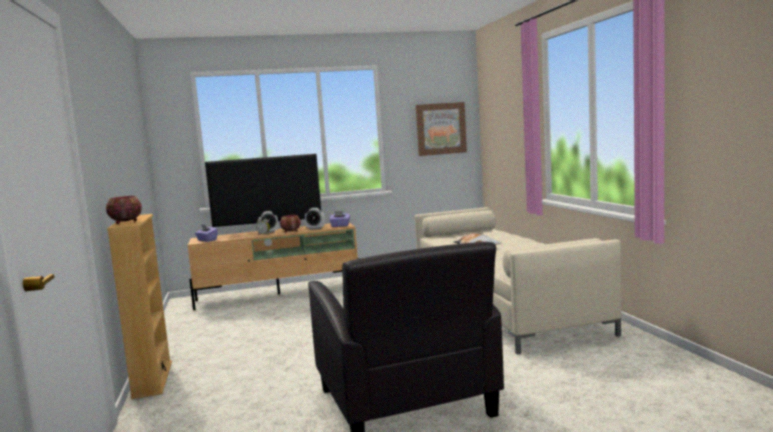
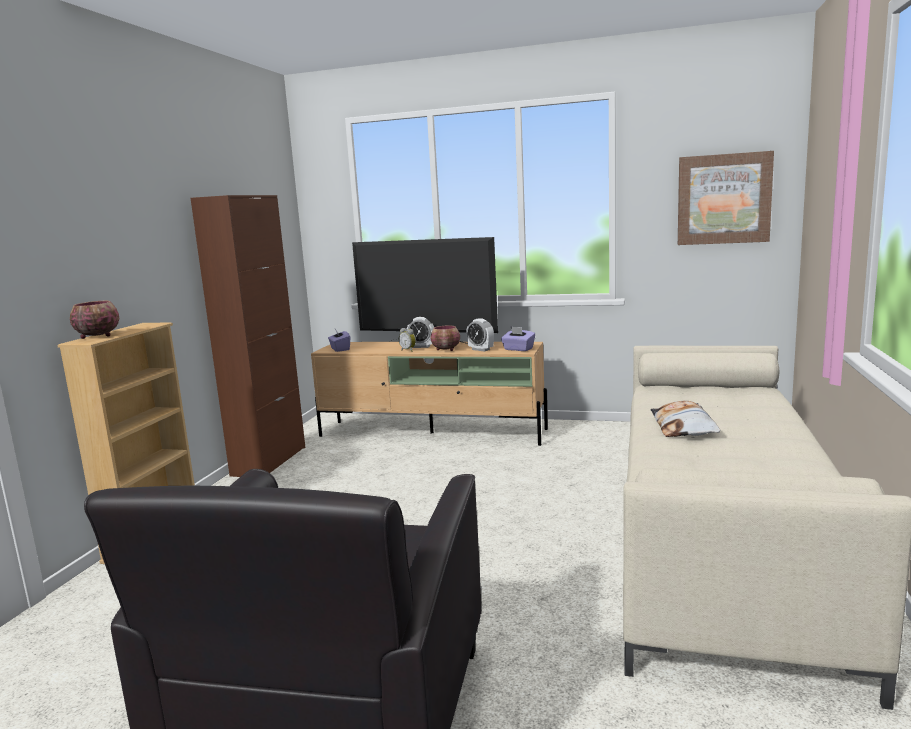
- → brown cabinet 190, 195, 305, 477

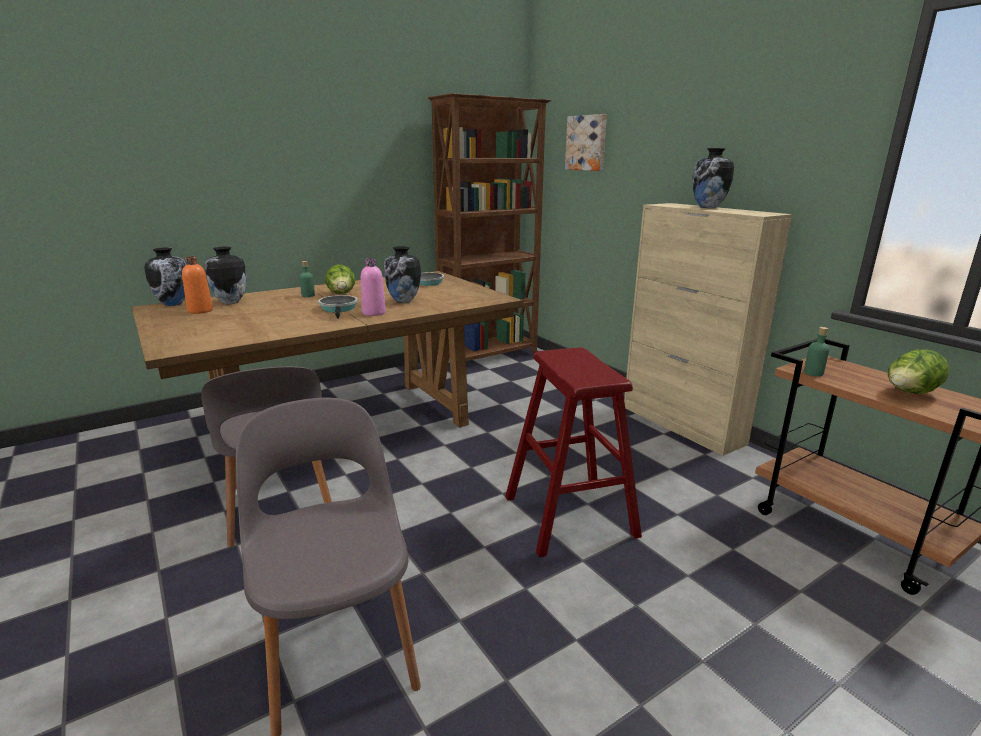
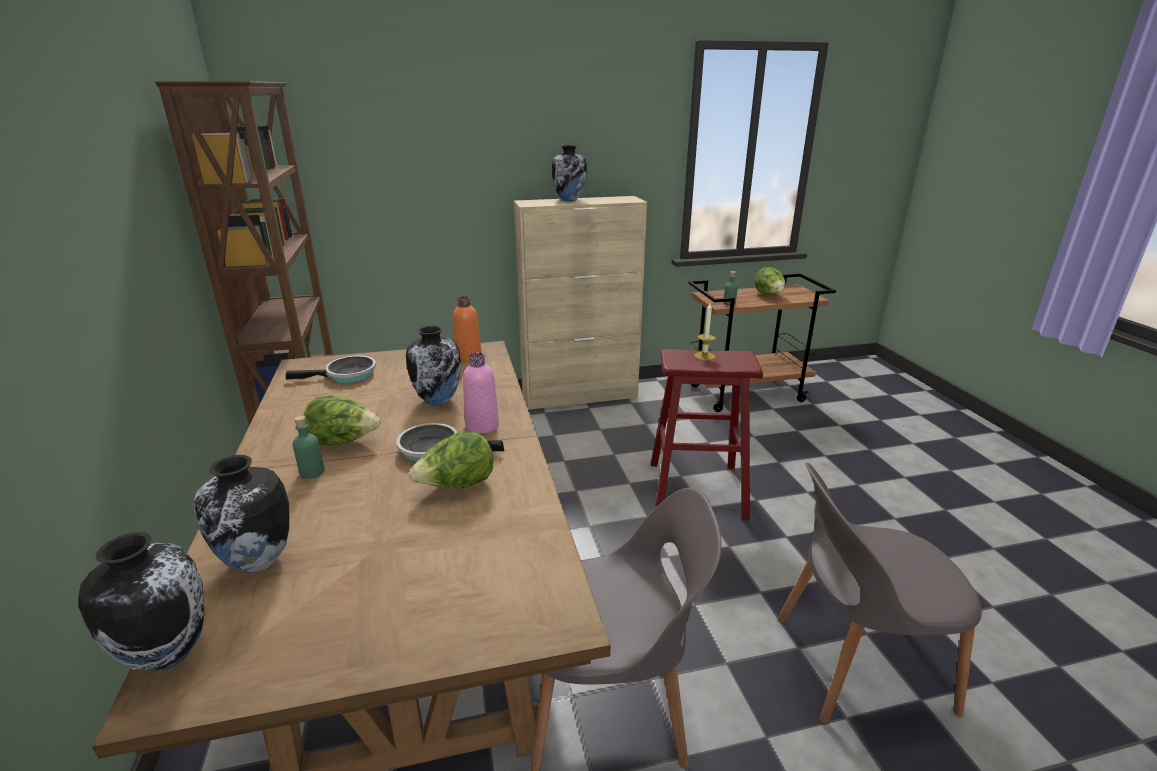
picture 565, 114, 607, 171 → -
- → lettuce 409, 431, 493, 488
- → candle 694, 303, 716, 361
orange bottle 182, 256, 213, 314 → orange bottle 453, 296, 482, 362, shifted

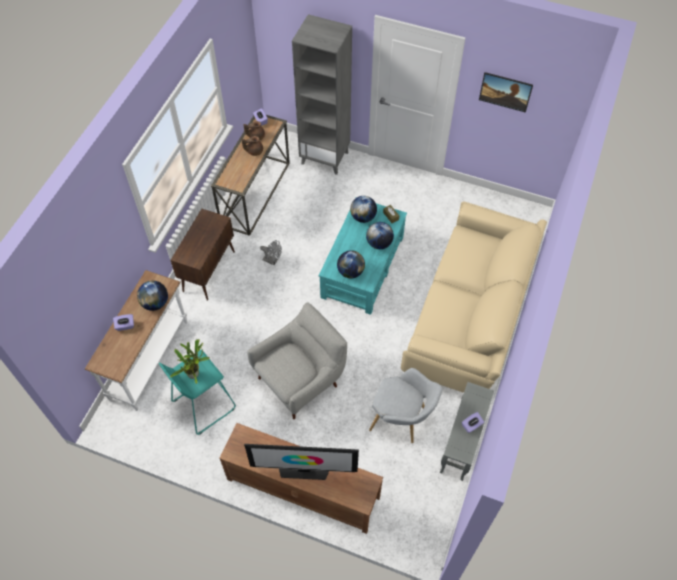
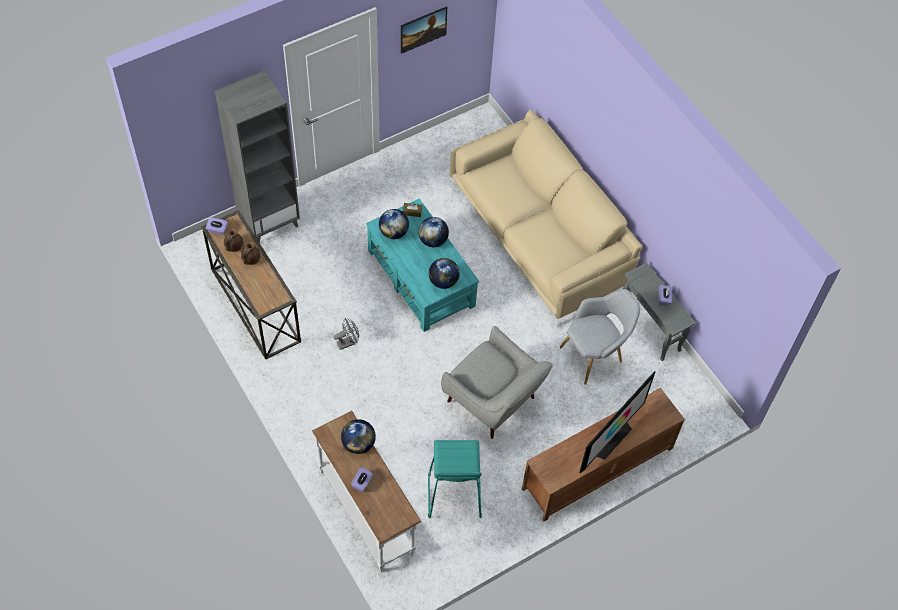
brown cabinet 170, 209, 235, 301 → -
potted plant 170, 339, 210, 384 → -
grey armchair 247, 302, 347, 419 → grey armchair 441, 326, 553, 439, 135 degrees clockwise

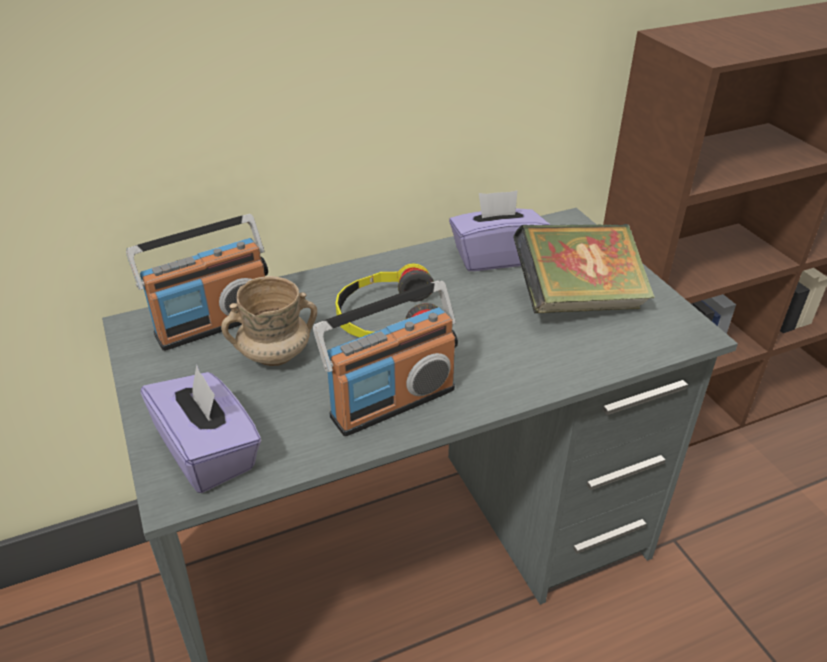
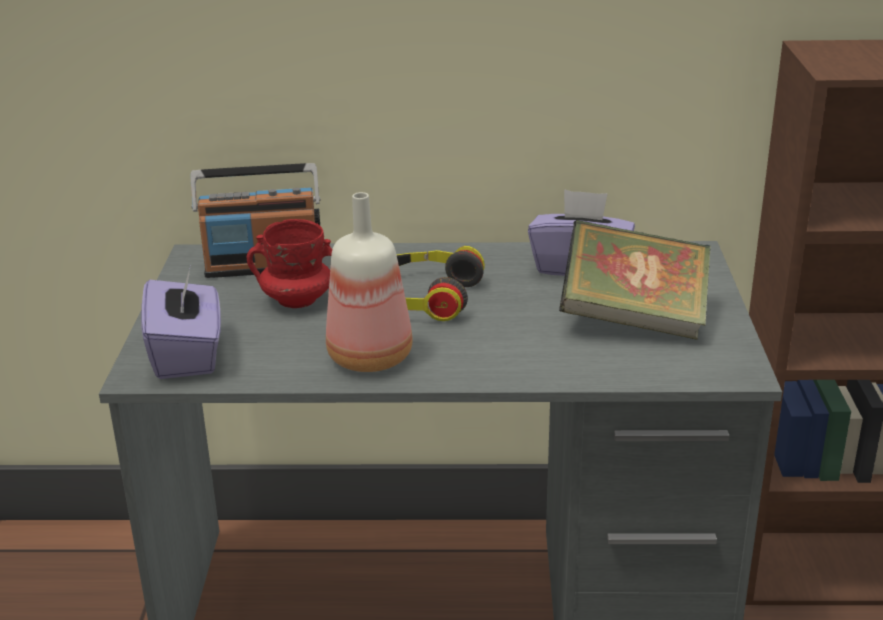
radio 313, 281, 458, 437 → bottle 326, 192, 413, 372
beige mug 221, 276, 317, 366 → red mug 246, 219, 332, 308

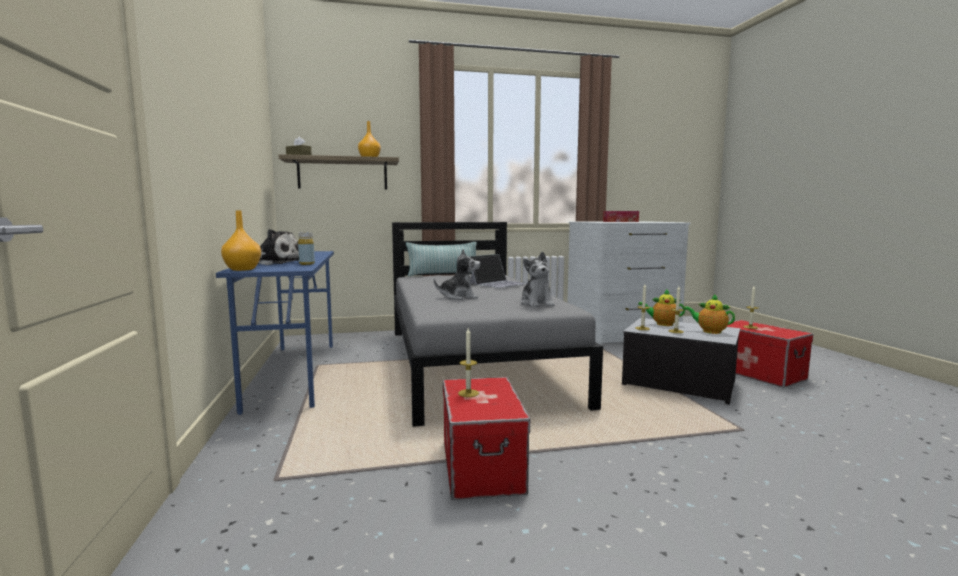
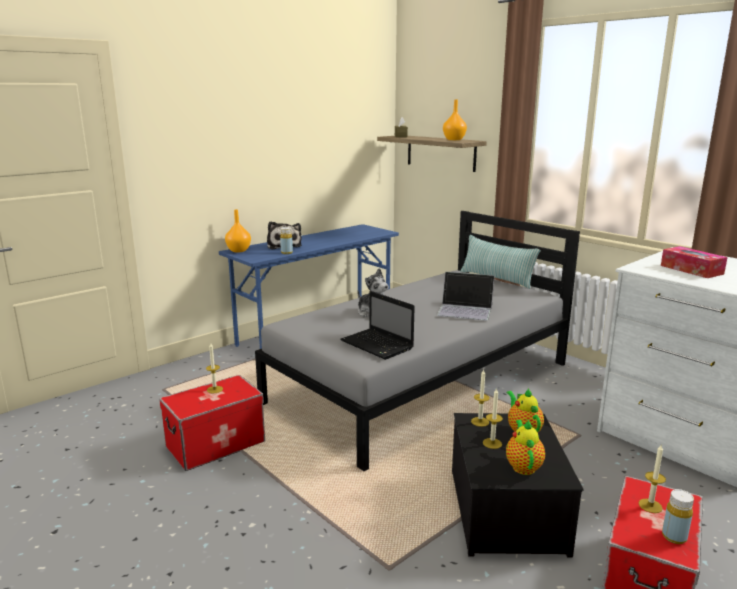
- → yellow bottle 662, 489, 694, 544
plush toy 520, 252, 555, 307 → laptop 340, 291, 415, 360

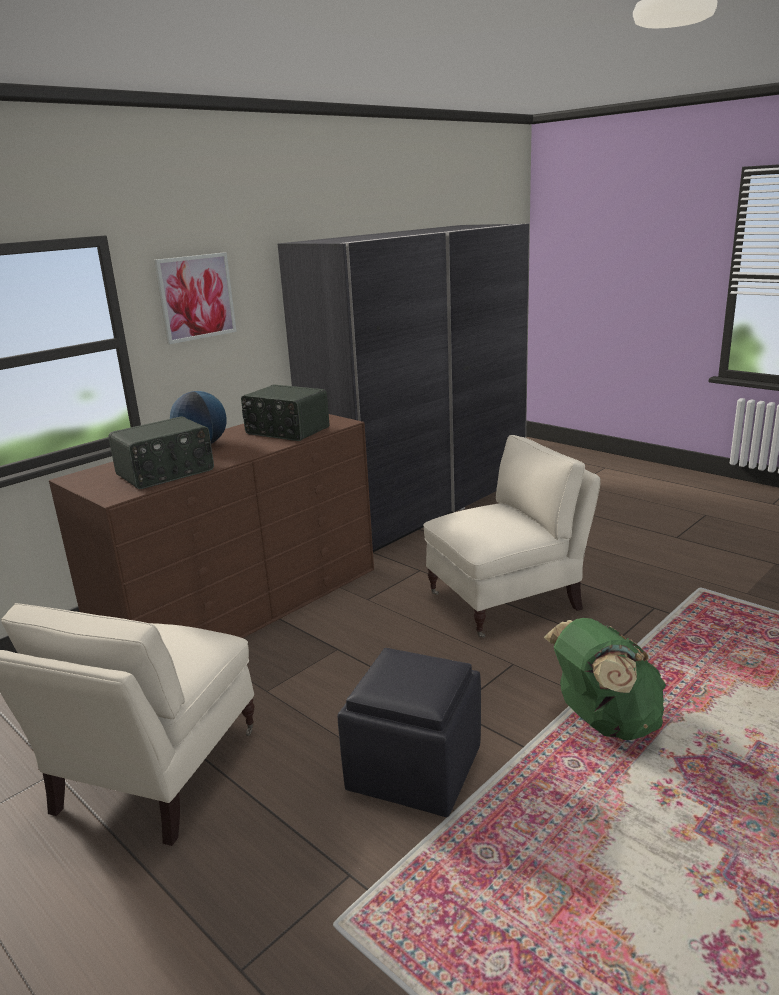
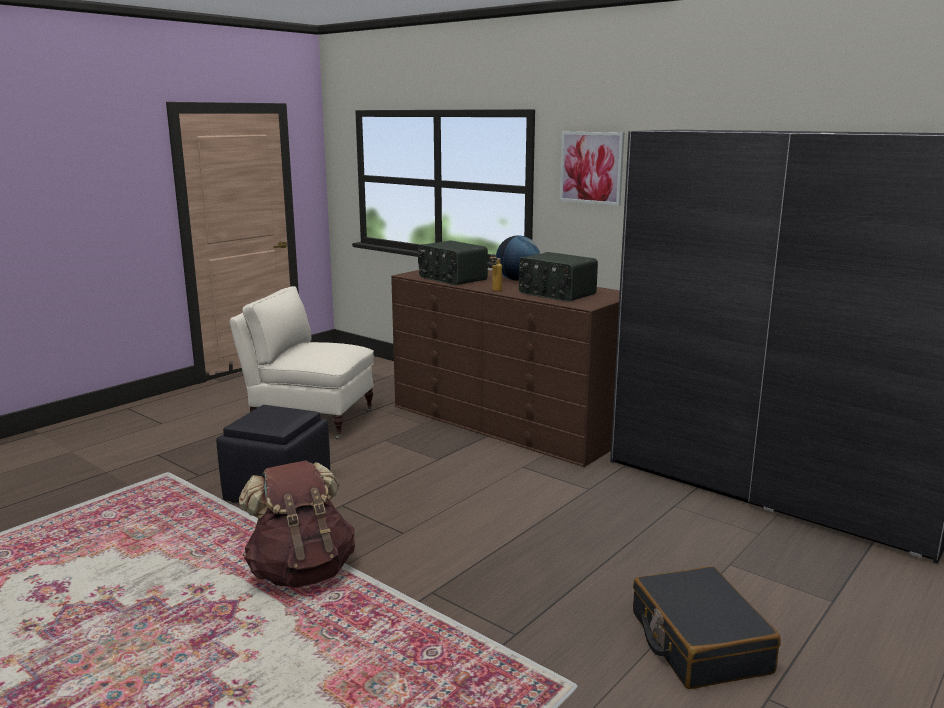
beige armchair 423, 435, 601, 638 → -
- → bottle 490, 253, 502, 292
- → black suitcase 633, 566, 780, 689
green backpack 544, 618, 666, 740 → brown backpack 239, 460, 355, 588
radio 241, 385, 329, 441 → radio 519, 252, 598, 302, 75 degrees counterclockwise

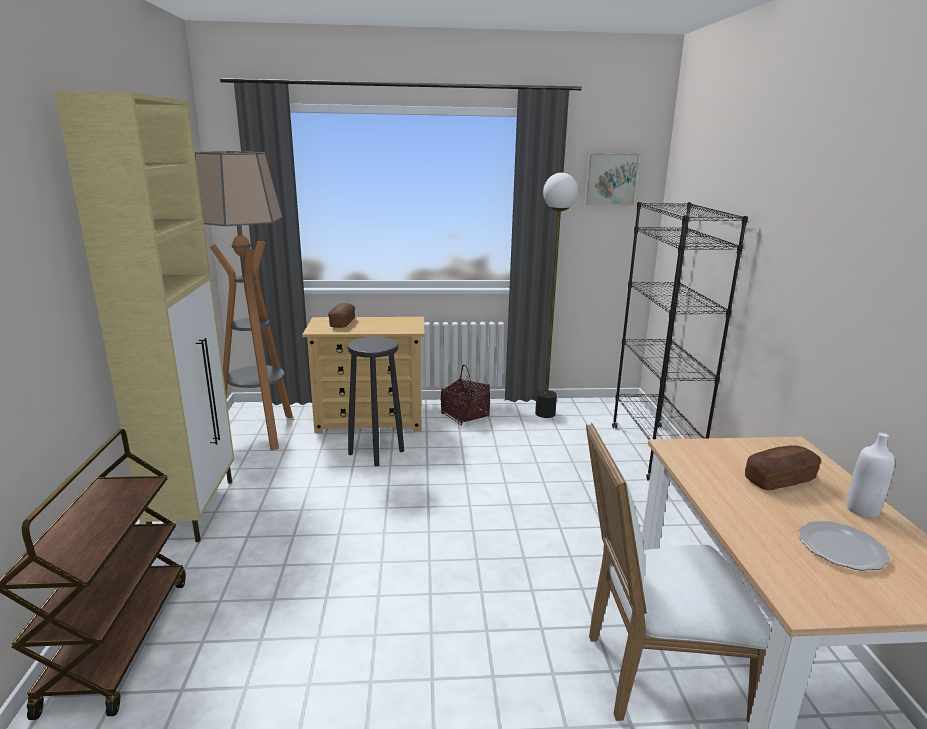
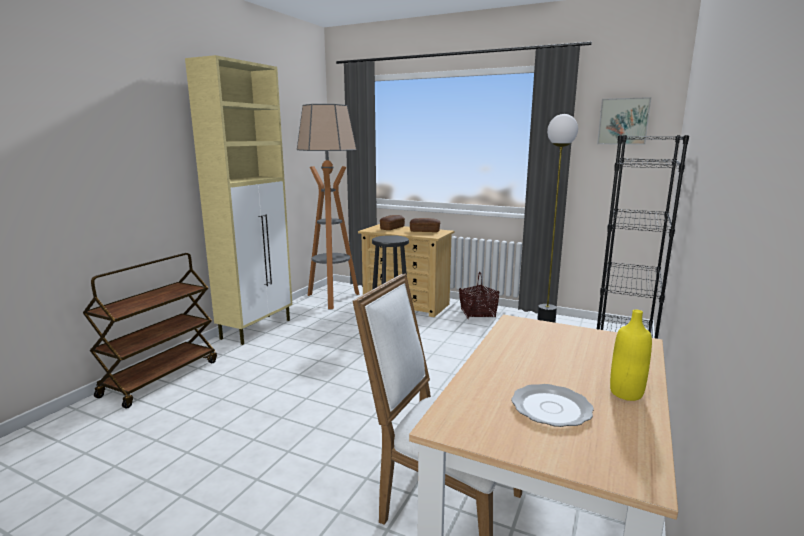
bread 745, 445, 821, 490 → bread 410, 218, 440, 232, shifted
white bottle 847, 433, 895, 518 → yellow bottle 610, 310, 652, 401

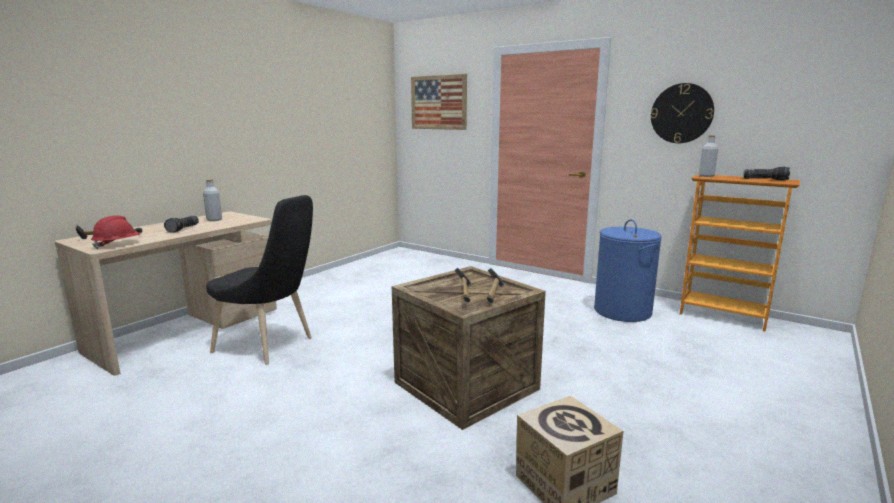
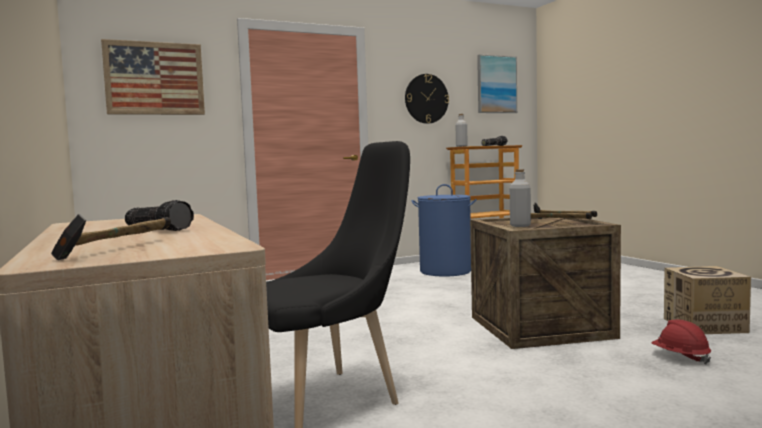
- → picture 477, 54, 517, 113
red hard hat 91, 216, 141, 249 → red hard hat 651, 320, 711, 365, shifted
grey bottle 203, 179, 222, 221 → grey bottle 510, 169, 531, 227, shifted

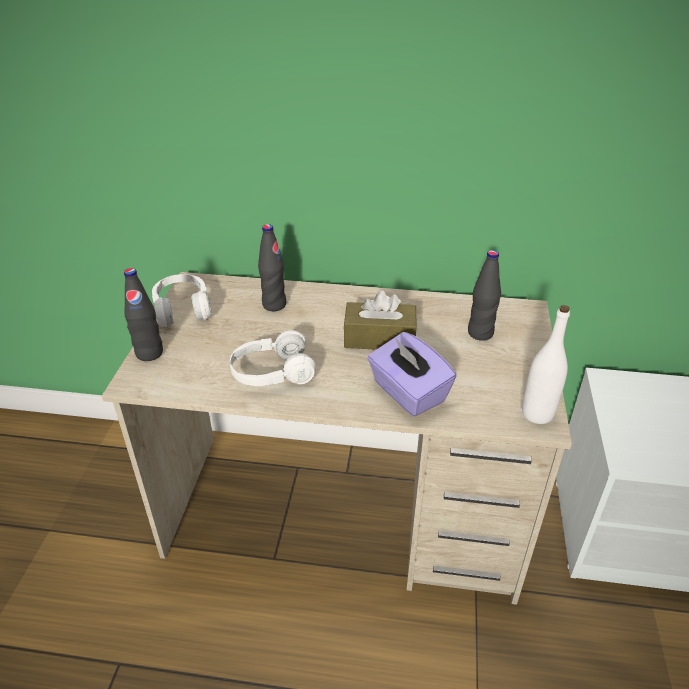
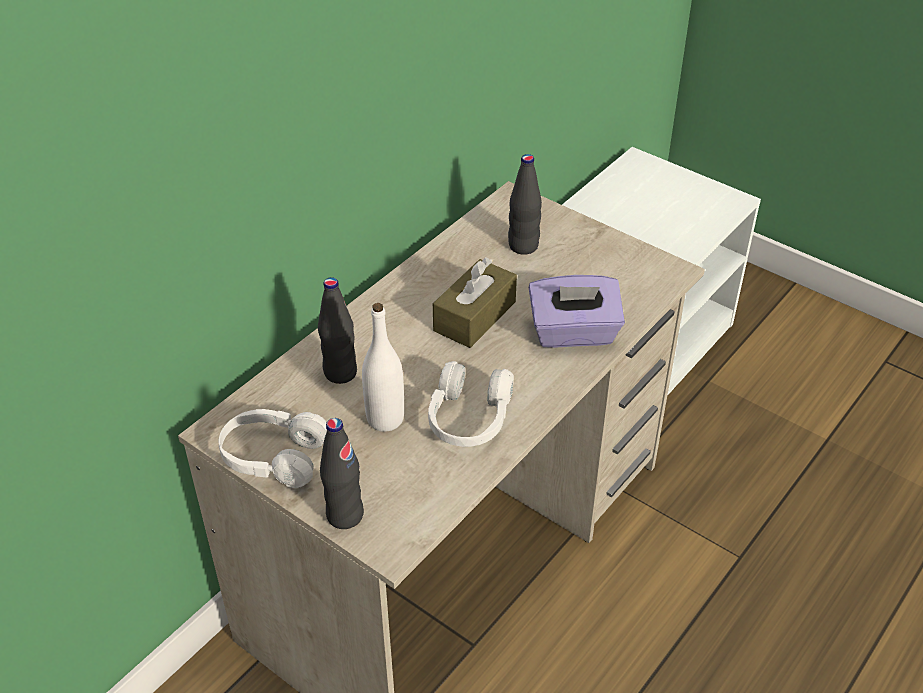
white bottle 522, 305, 570, 424 → white bottle 362, 303, 404, 432, shifted

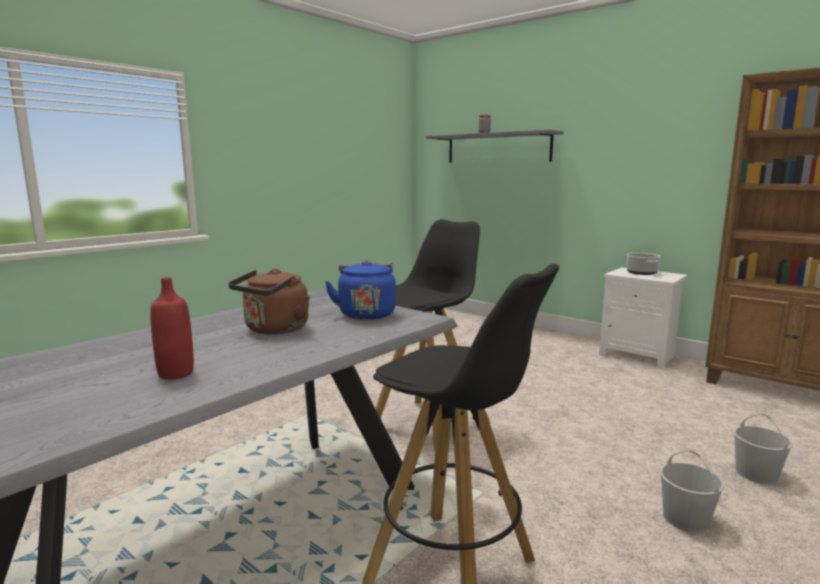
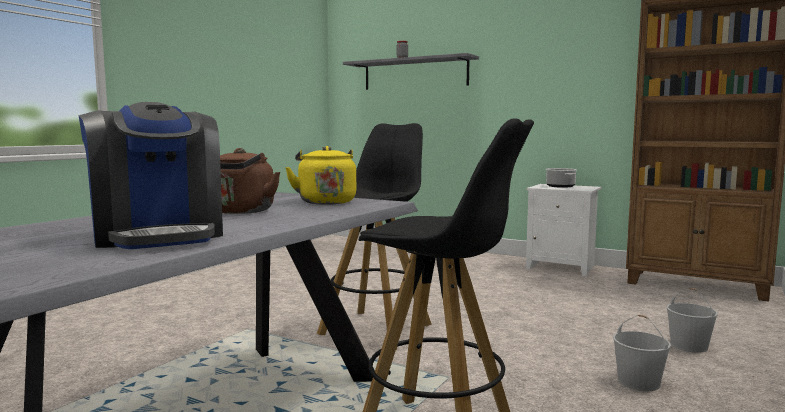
red bottle 150, 277, 194, 379 → coffee machine 79, 102, 223, 249
blue kettle 325, 260, 396, 320 → yellow kettle 285, 146, 356, 205

